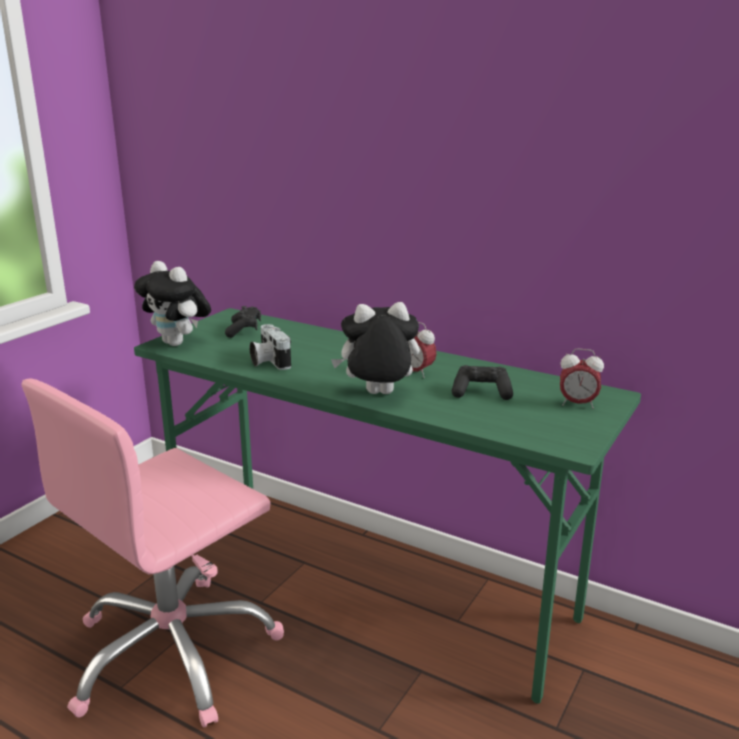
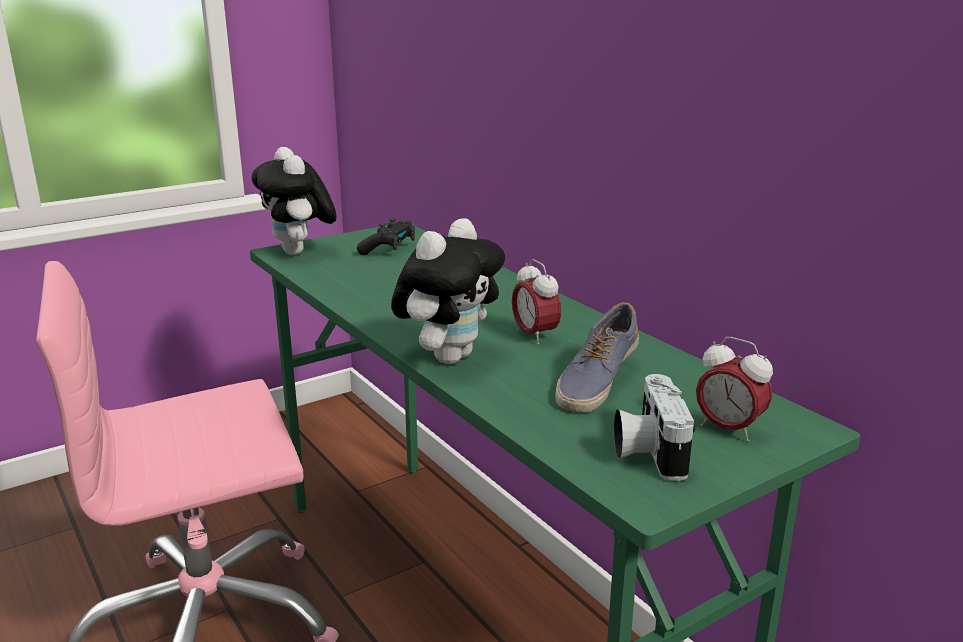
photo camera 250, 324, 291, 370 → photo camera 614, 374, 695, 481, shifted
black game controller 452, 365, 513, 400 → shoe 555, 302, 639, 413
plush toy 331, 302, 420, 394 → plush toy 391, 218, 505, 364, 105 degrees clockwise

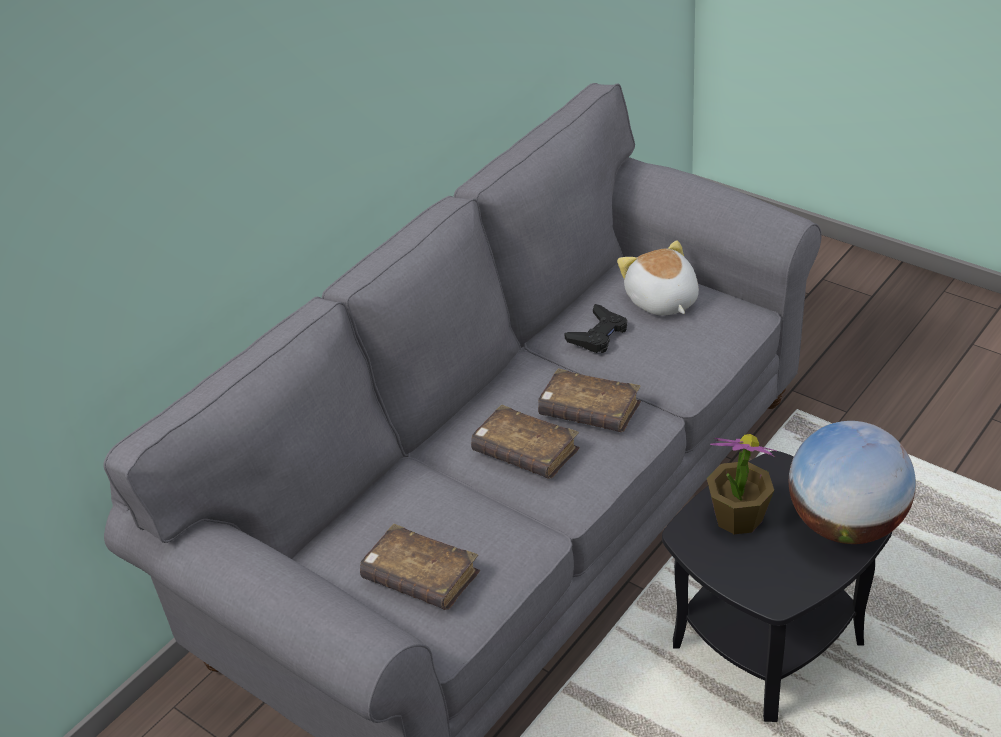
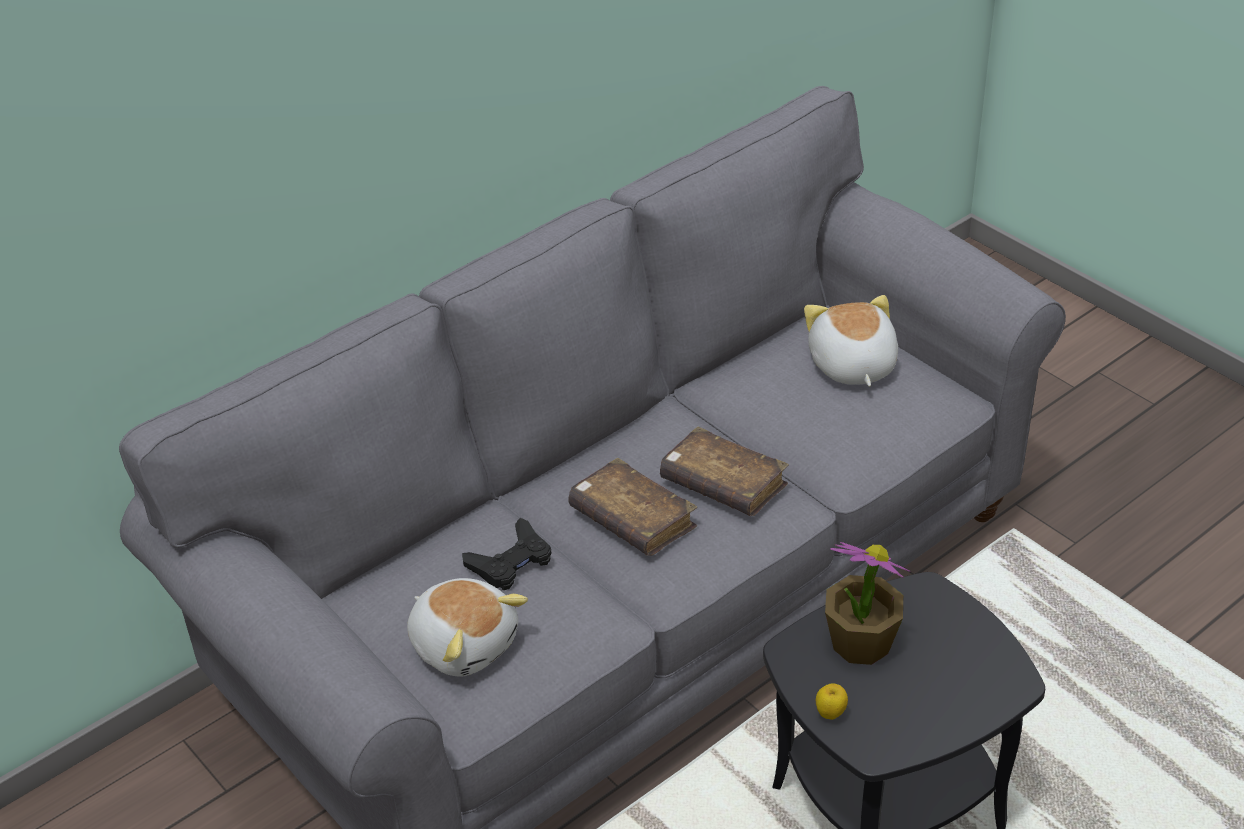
globe 789, 421, 916, 544 → -
- → apple 816, 683, 848, 720
black game controller 564, 304, 627, 353 → black game controller 462, 518, 551, 590, shifted
brown book 360, 524, 480, 610 → plush toy 407, 578, 528, 676

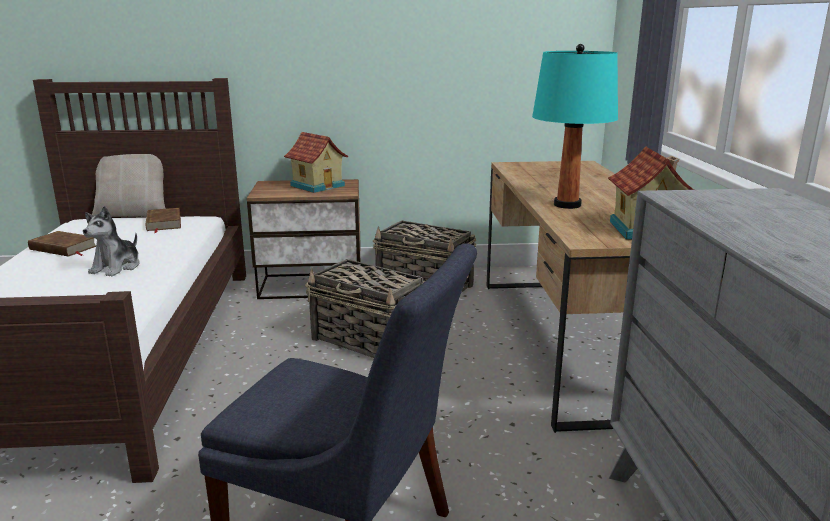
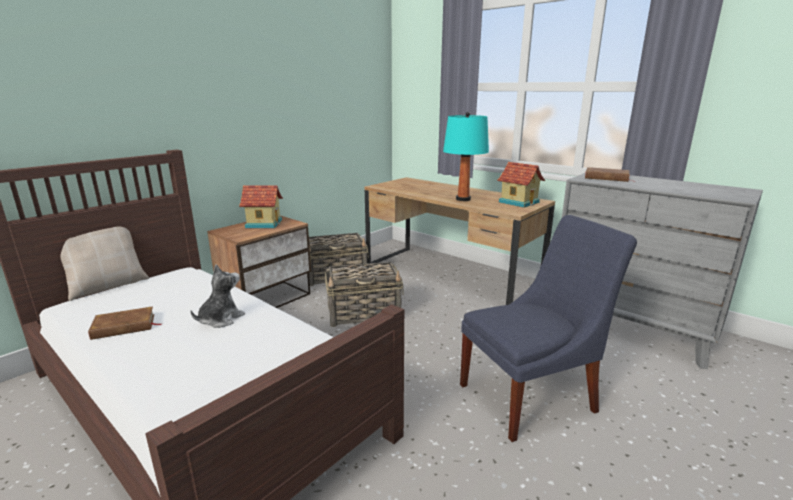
brown book 146, 208, 181, 233 → brown book 585, 167, 636, 182, shifted
plush toy 83, 206, 139, 277 → plush toy 190, 264, 245, 328, 120 degrees counterclockwise

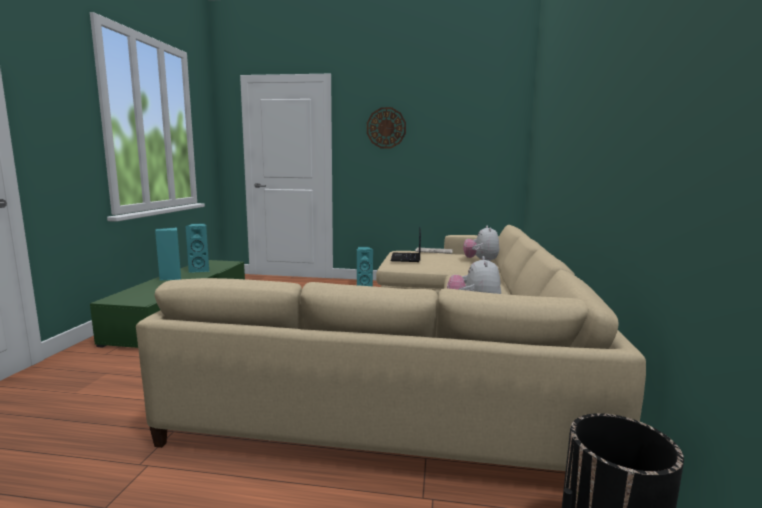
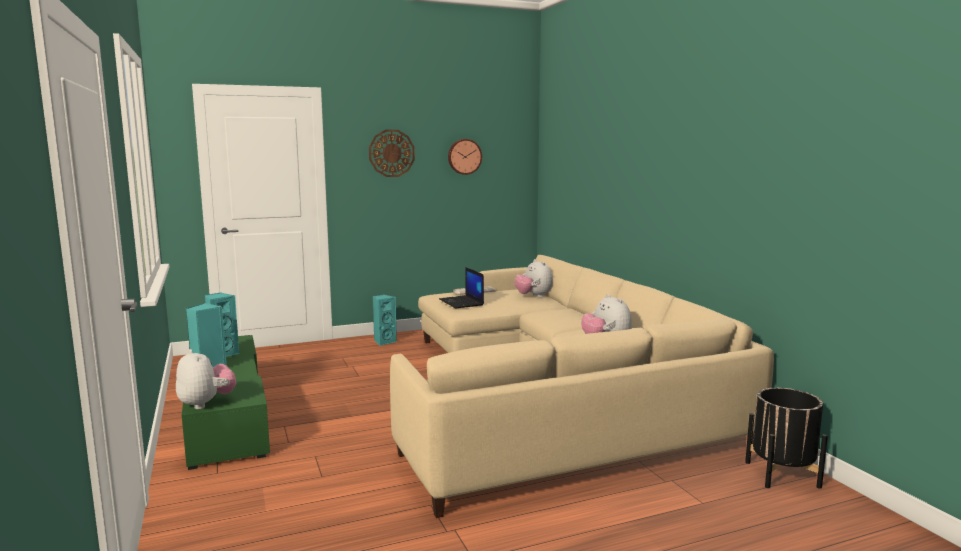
- → plush toy 176, 349, 236, 409
- → wall clock 448, 139, 482, 175

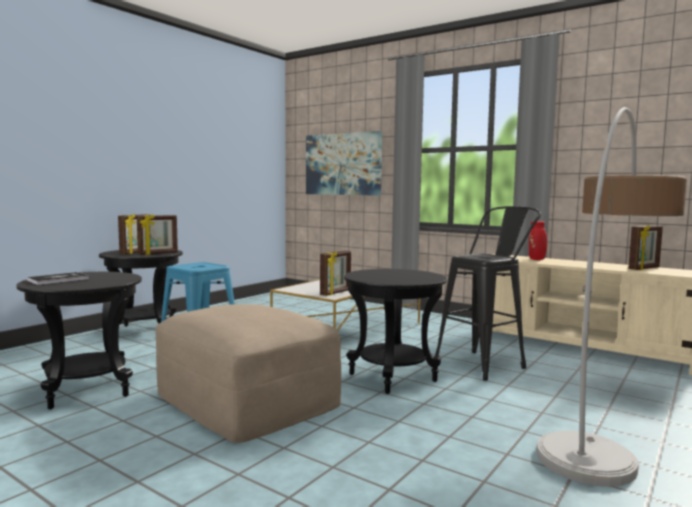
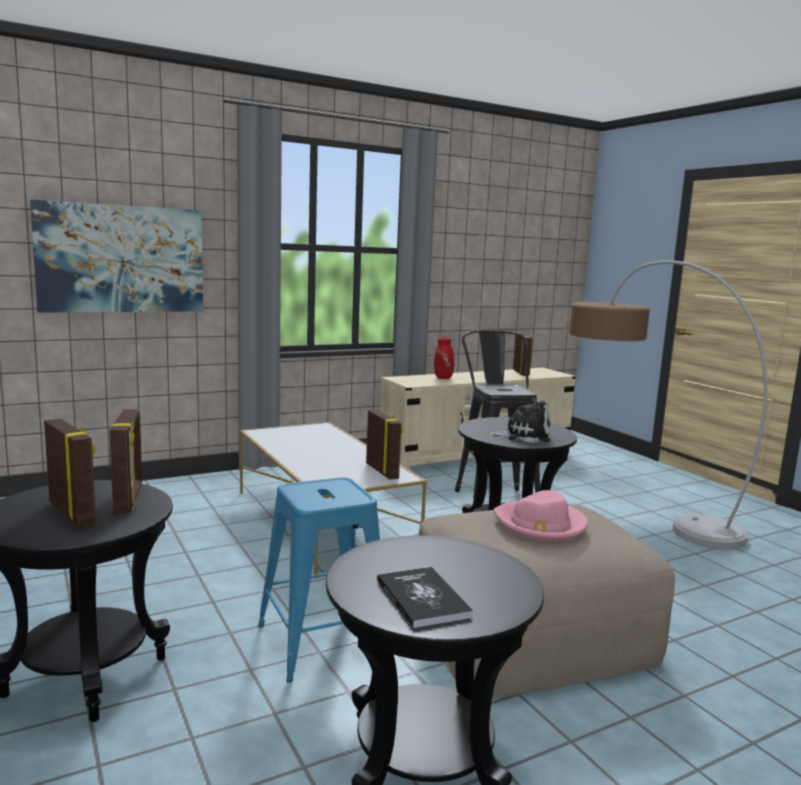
- → plush toy 488, 398, 551, 443
- → pink hat 493, 490, 588, 541

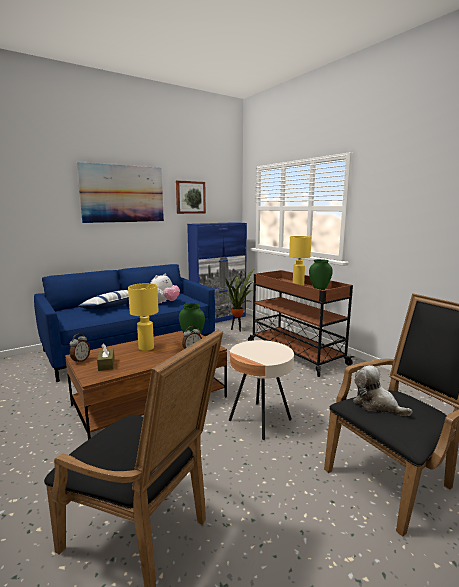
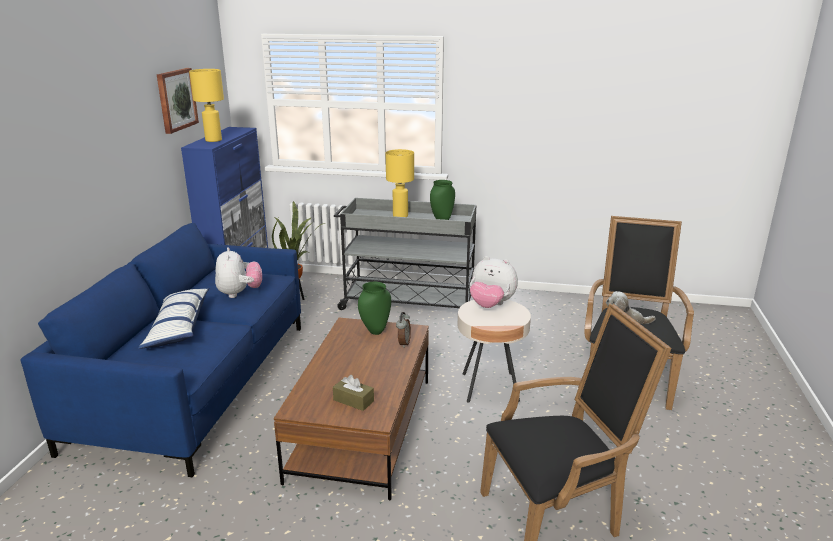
alarm clock 70, 334, 90, 363 → -
picture 77, 162, 164, 223 → -
- → plush toy 470, 256, 518, 308
yellow table lamp 128, 283, 159, 351 → yellow table lamp 189, 69, 224, 142, shifted
brown cart 248, 270, 354, 377 → grey cart 334, 198, 476, 310

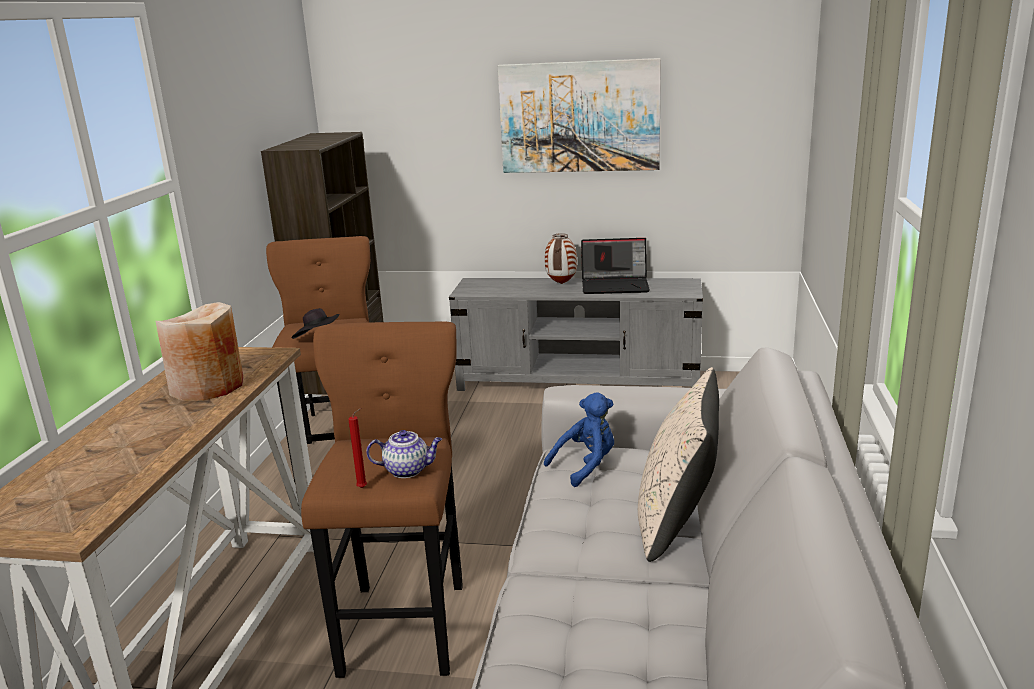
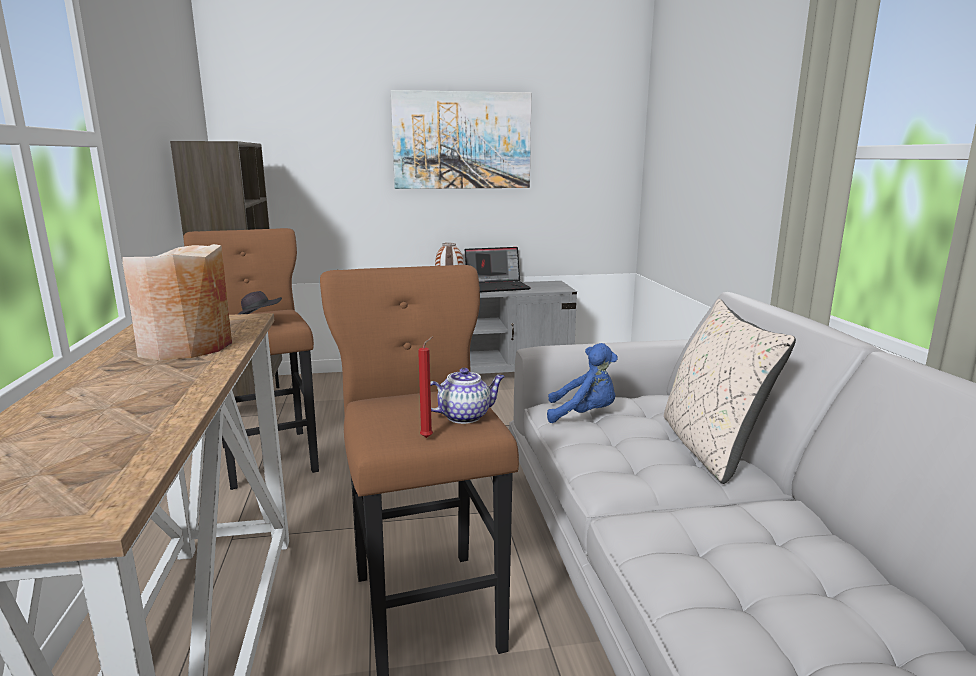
blue plush toy 544, 392, 614, 487 → blue plush toy 547, 343, 618, 423, 60 degrees clockwise

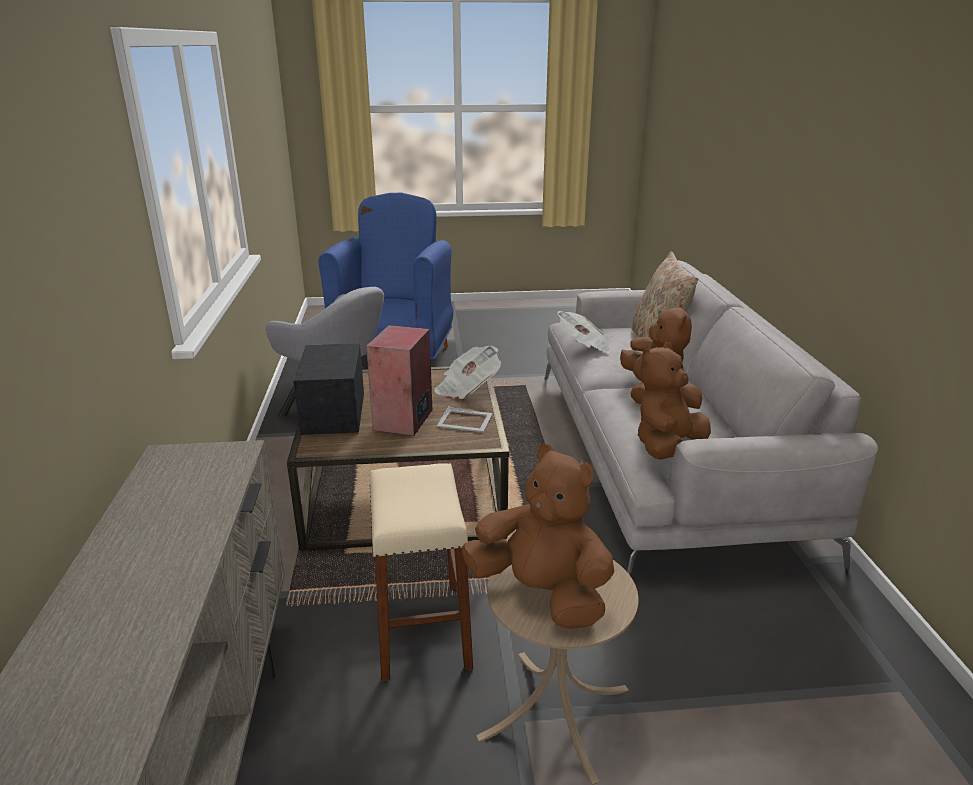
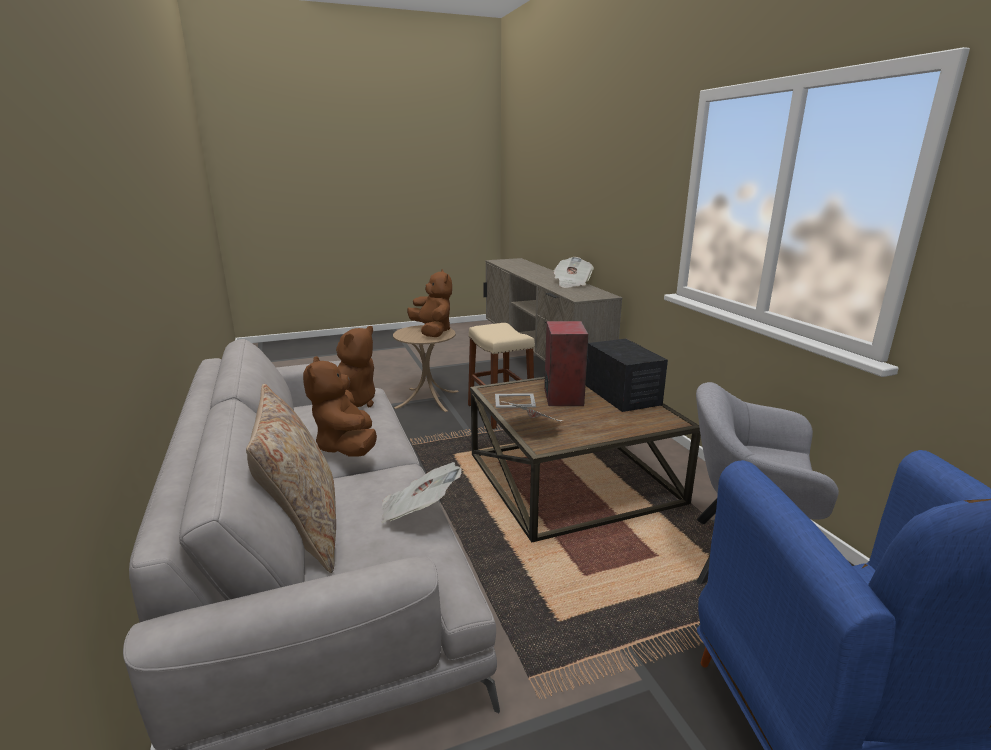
- → newspaper 553, 257, 594, 288
brown plush toy 461, 444, 614, 629 → brown plush toy 407, 269, 452, 337, 135 degrees counterclockwise

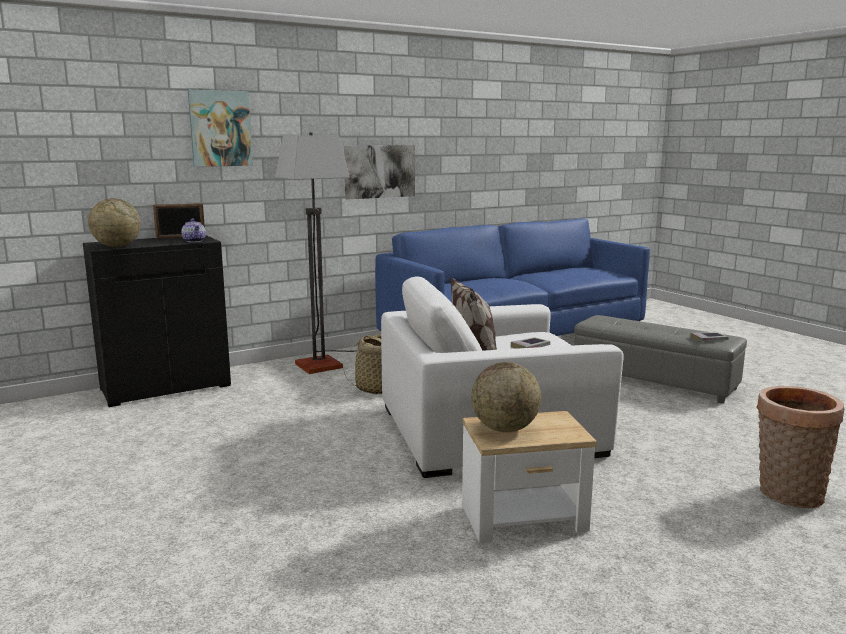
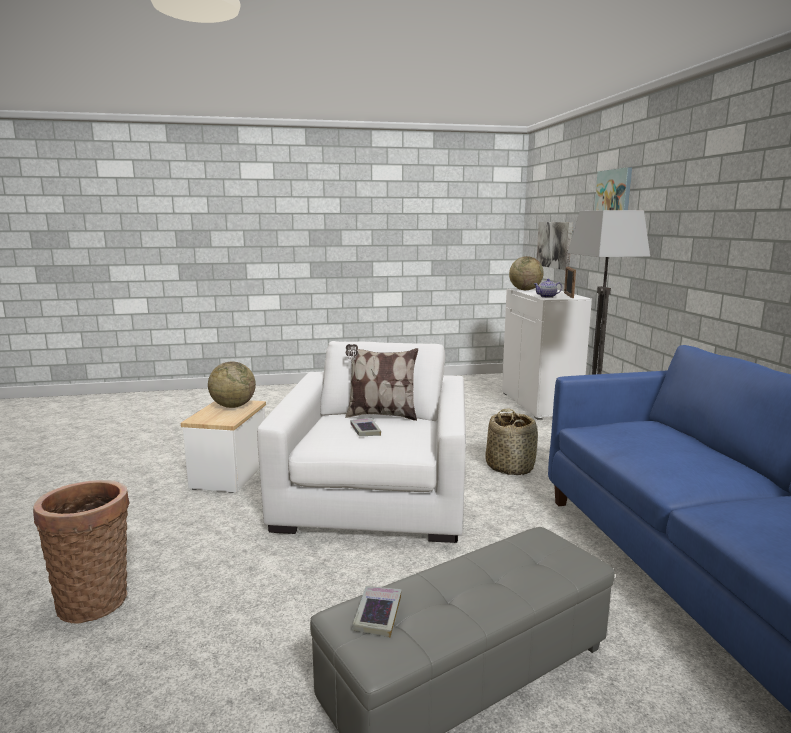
picture 344, 145, 415, 199 → picture 537, 222, 573, 270, shifted
black cabinet 83, 235, 231, 407 → white cabinet 502, 288, 592, 420

